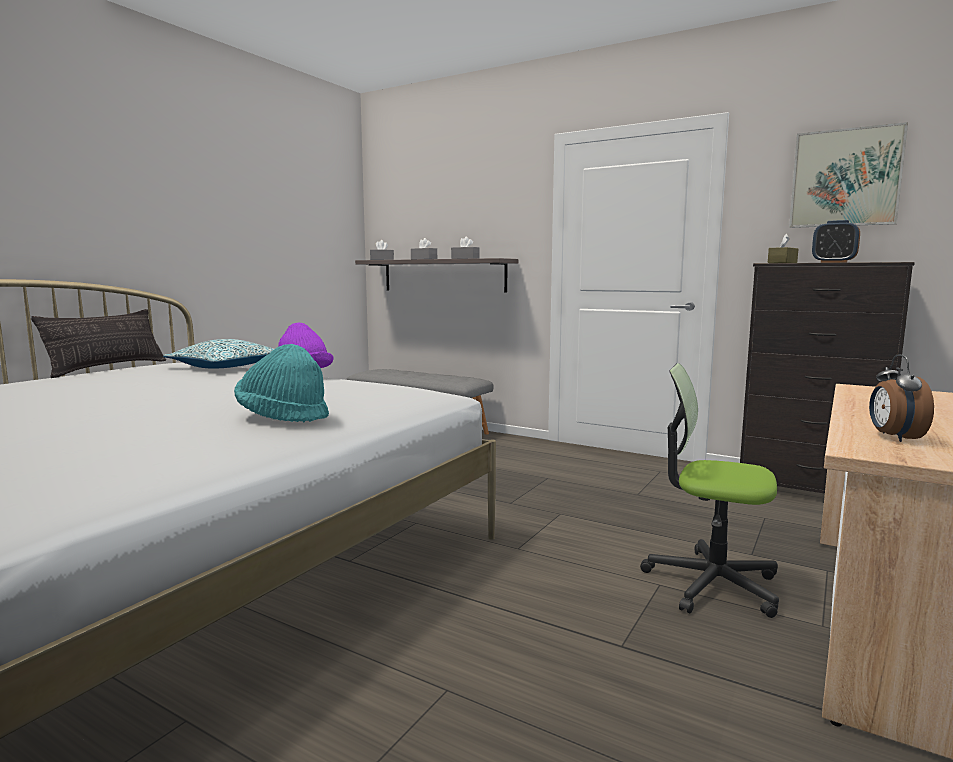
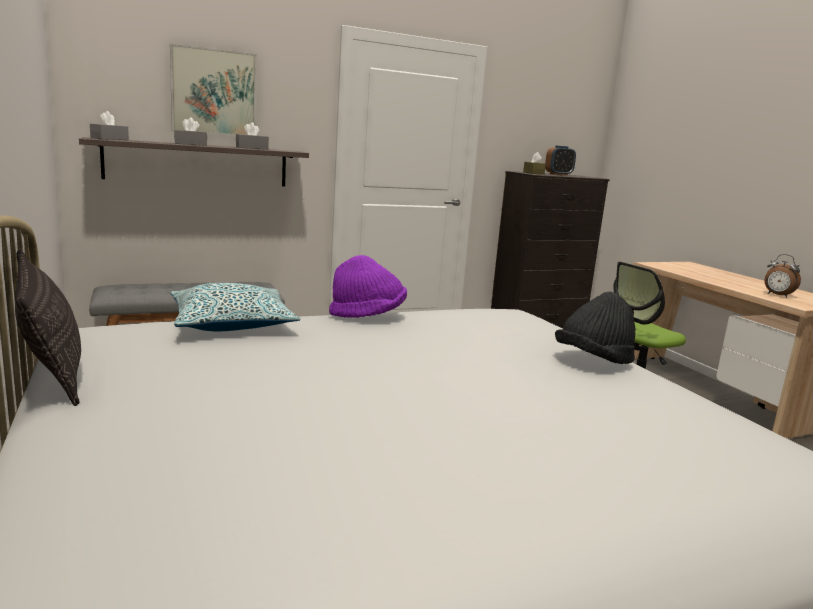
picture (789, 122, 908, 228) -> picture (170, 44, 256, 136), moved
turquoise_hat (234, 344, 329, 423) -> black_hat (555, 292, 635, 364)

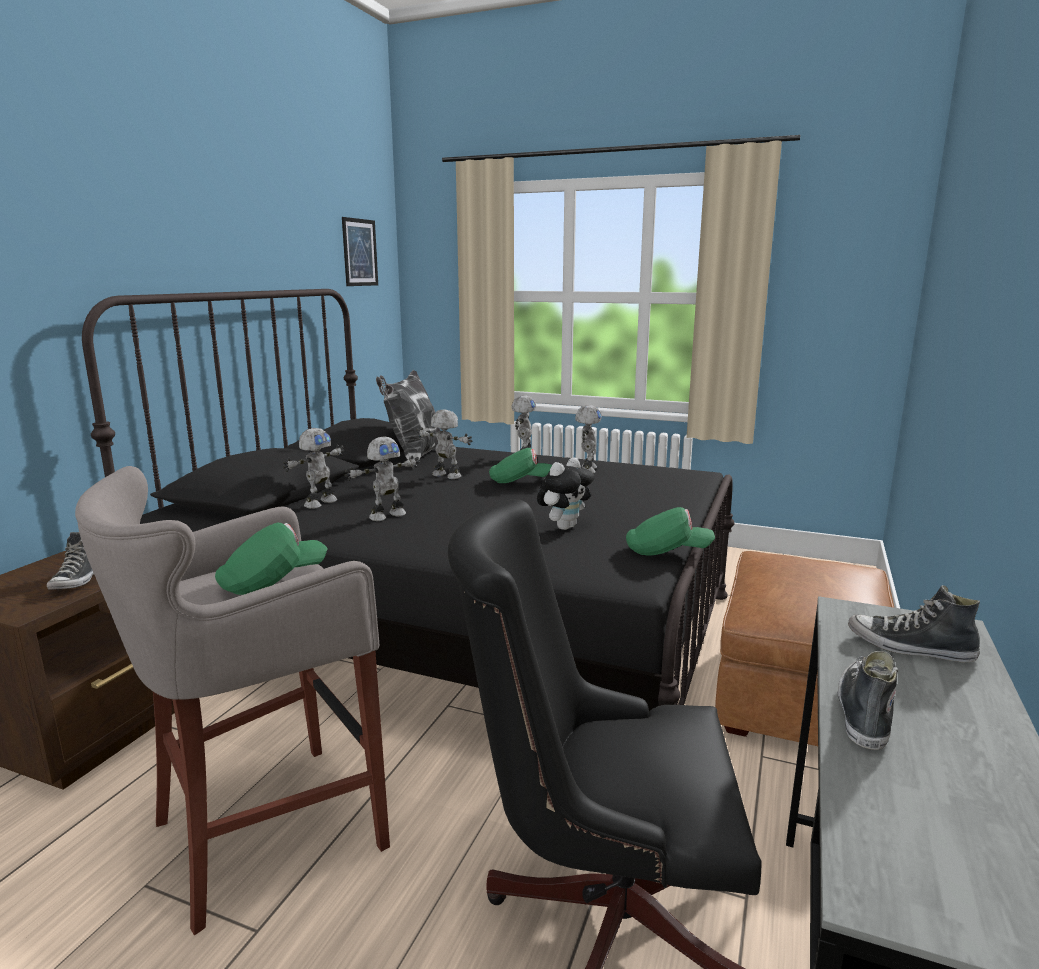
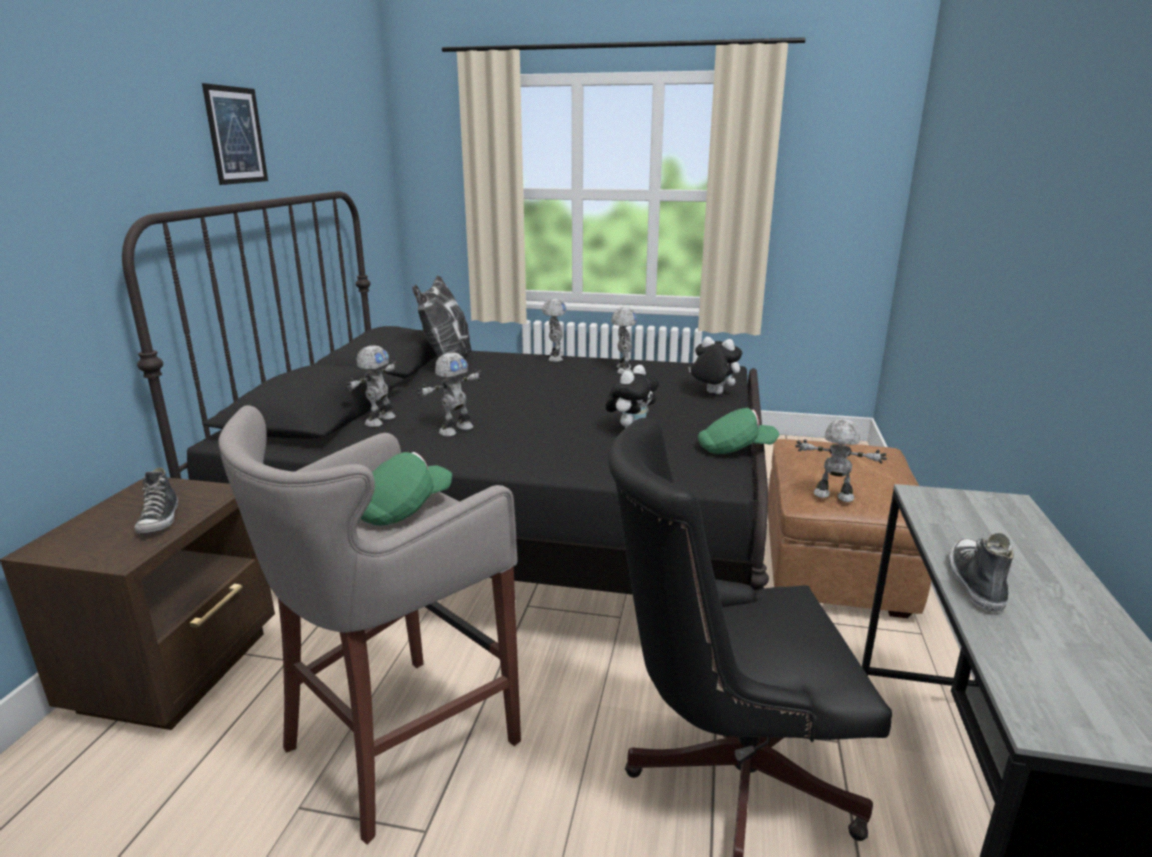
picture (342, 217, 378, 286) -> picture (202, 83, 268, 185), moved
none -> plush_toy (688, 337, 742, 394)
toy_robot (416, 409, 472, 479) -> toy_robot (795, 419, 887, 502), moved
green_cap (489, 448, 552, 483) -> none
shoe (848, 585, 980, 663) -> none

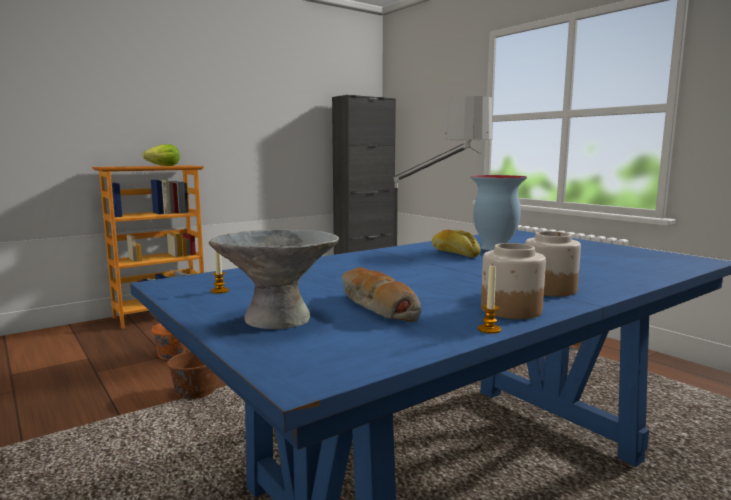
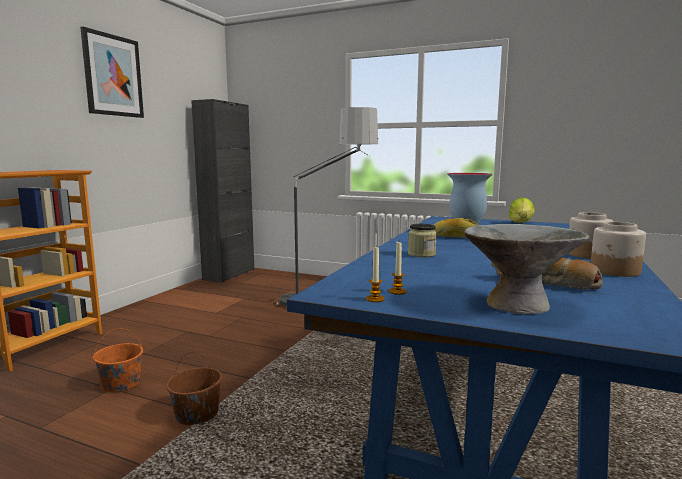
none -> picture (80, 26, 144, 118)
candle (478, 263, 501, 334) -> candle (366, 247, 385, 302), moved
none -> jar (408, 224, 437, 257)
lettuce (143, 144, 180, 166) -> lettuce (509, 197, 535, 223), moved

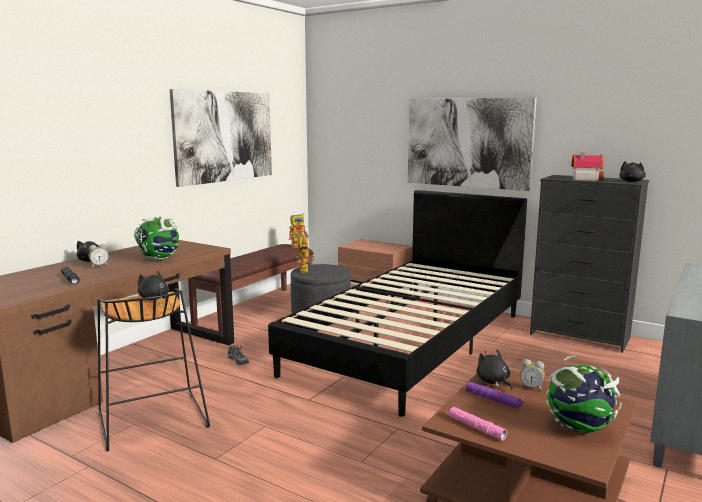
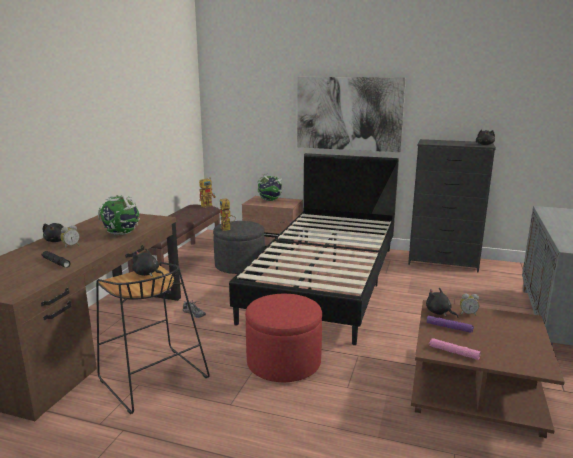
none -> red_ottoman (245, 294, 322, 382)
globe (546, 355, 622, 433) -> globe (257, 173, 284, 201), moved
picture (170, 89, 272, 187) -> none
toy_house (571, 153, 604, 181) -> none

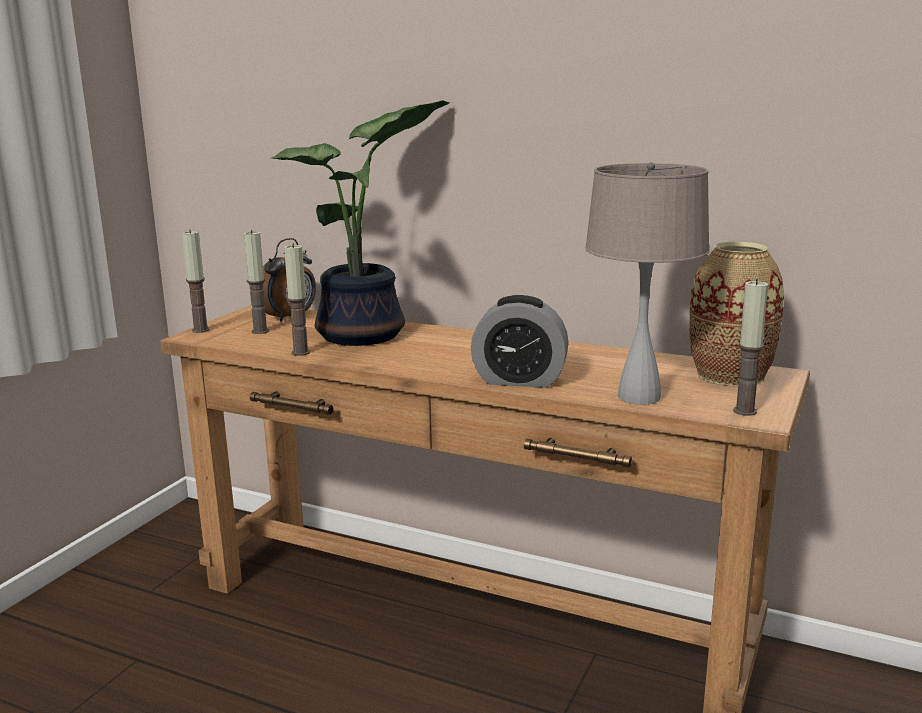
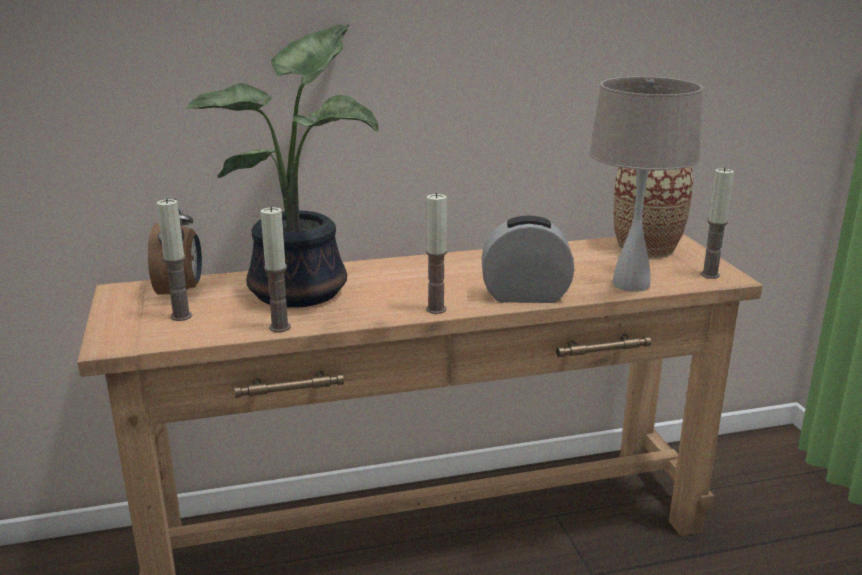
candle (182, 229, 210, 333) -> candle (426, 193, 447, 314), moved
alarm_clock (471, 295, 569, 388) -> alarm_clock (481, 216, 574, 303), 150 degrees counterclockwise

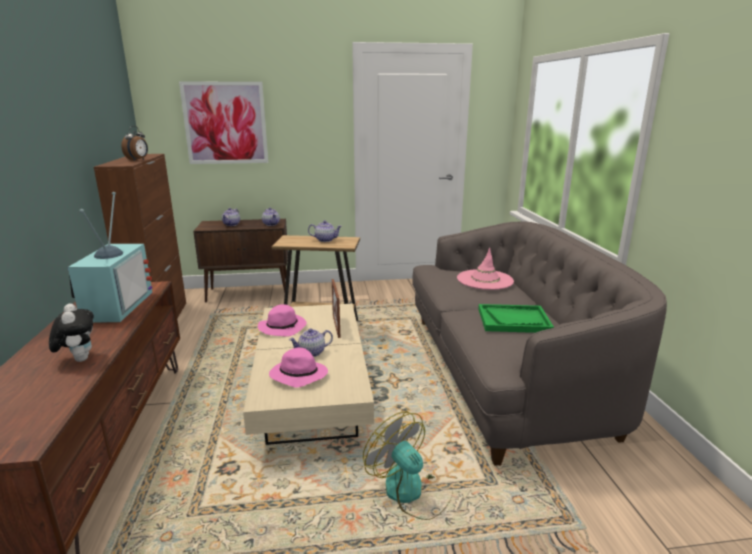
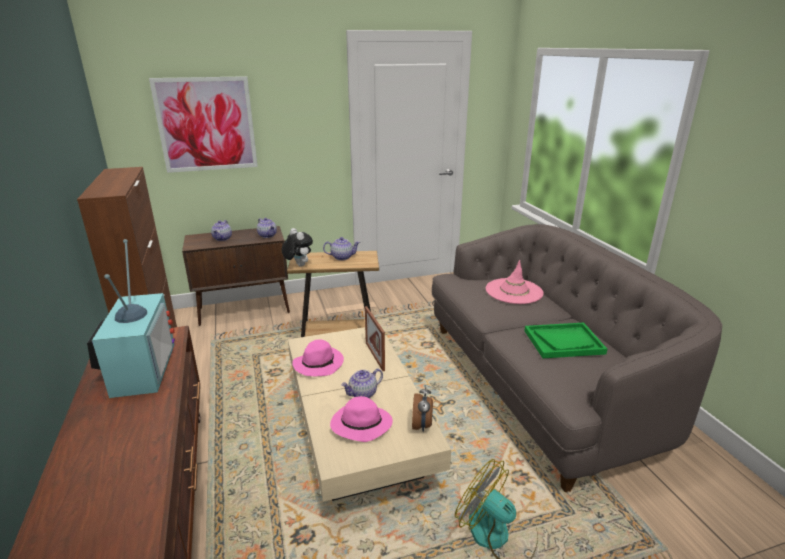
plush_toy (49, 304, 94, 362) -> plush_toy (282, 228, 313, 267), moved
alarm_clock (121, 126, 148, 161) -> alarm_clock (412, 385, 433, 432), moved

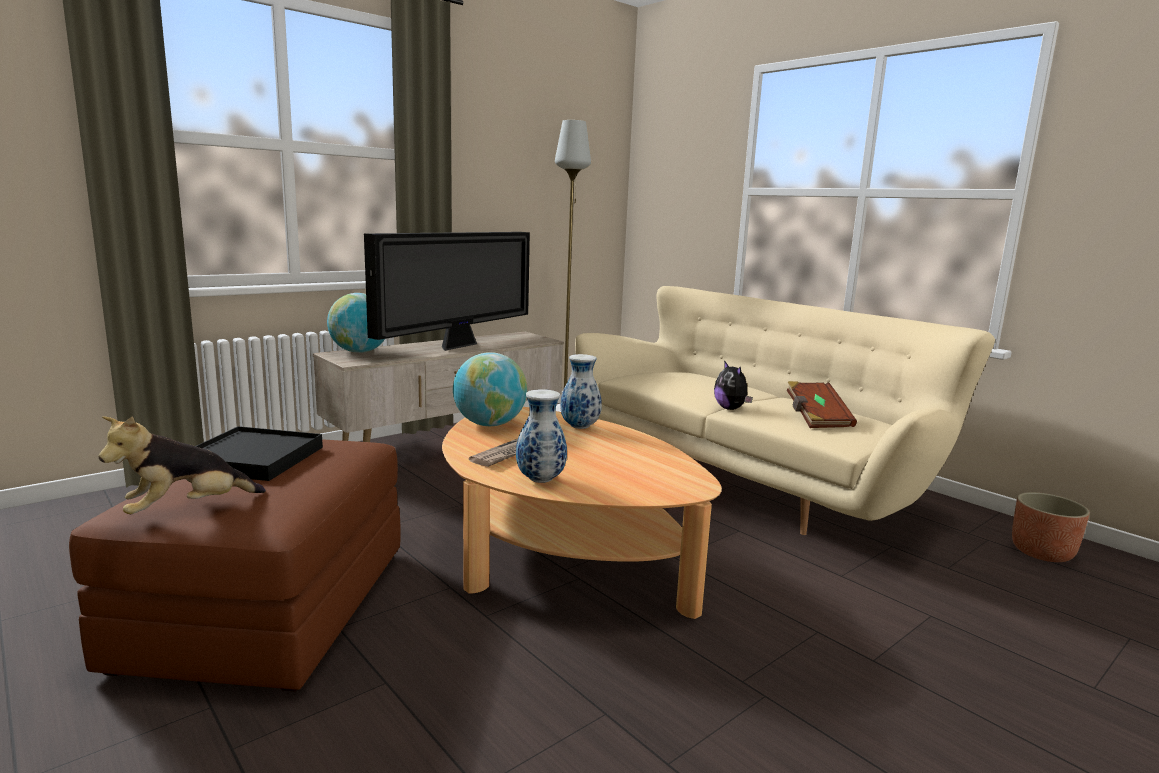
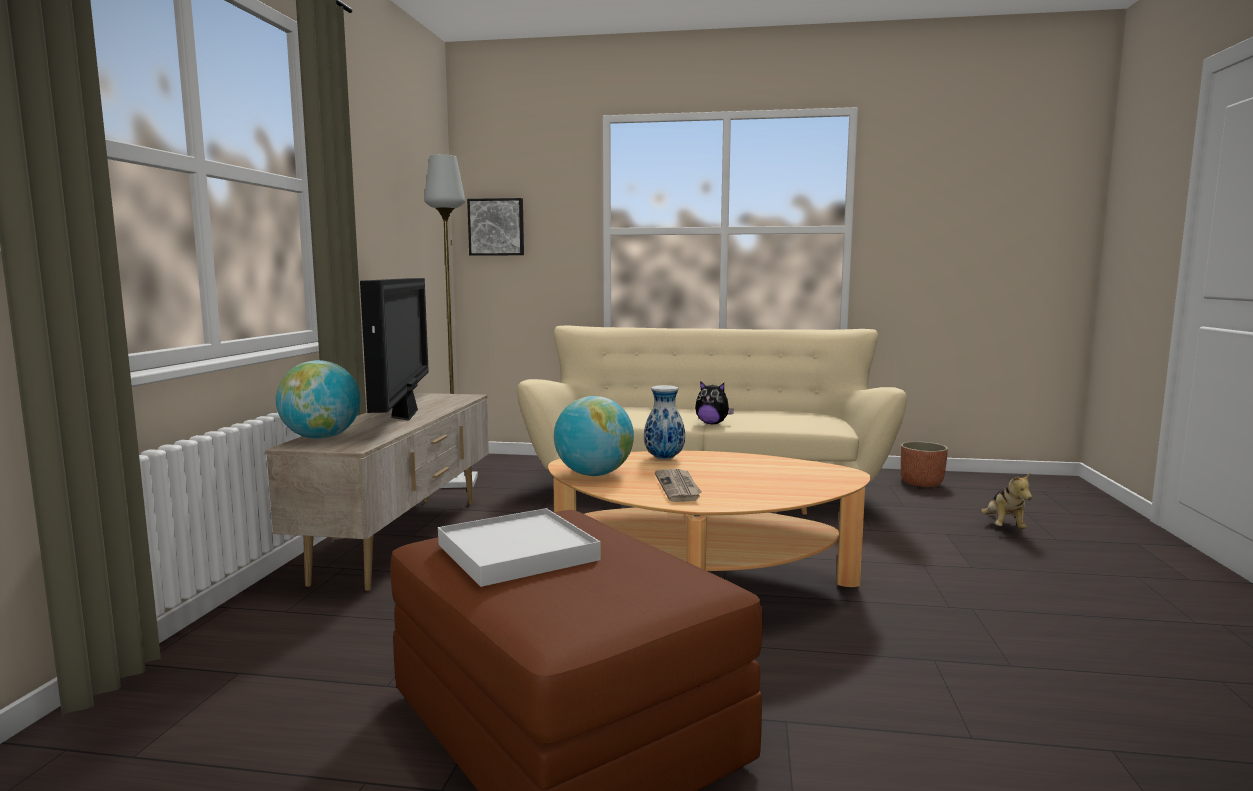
black_tray (196, 426, 323, 481) -> white_tray (438, 508, 601, 587)
none -> picture (467, 198, 524, 256)
plush_toy (99, 416, 266, 514) -> plush_toy (981, 473, 1032, 529), moved
vase (516, 389, 567, 483) -> none
brown_book (787, 381, 857, 428) -> none

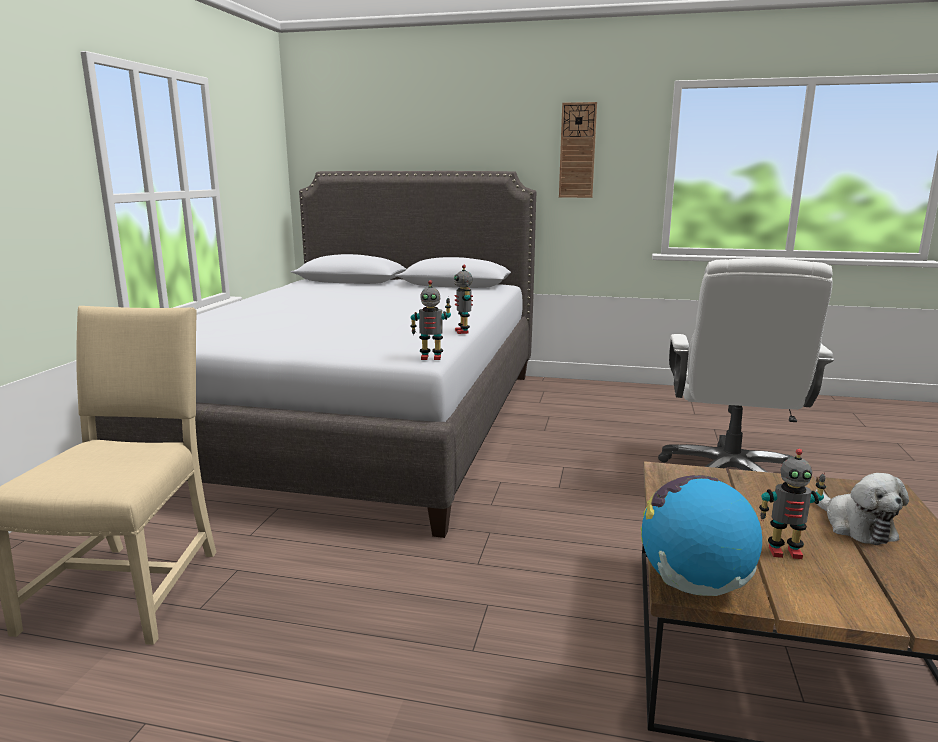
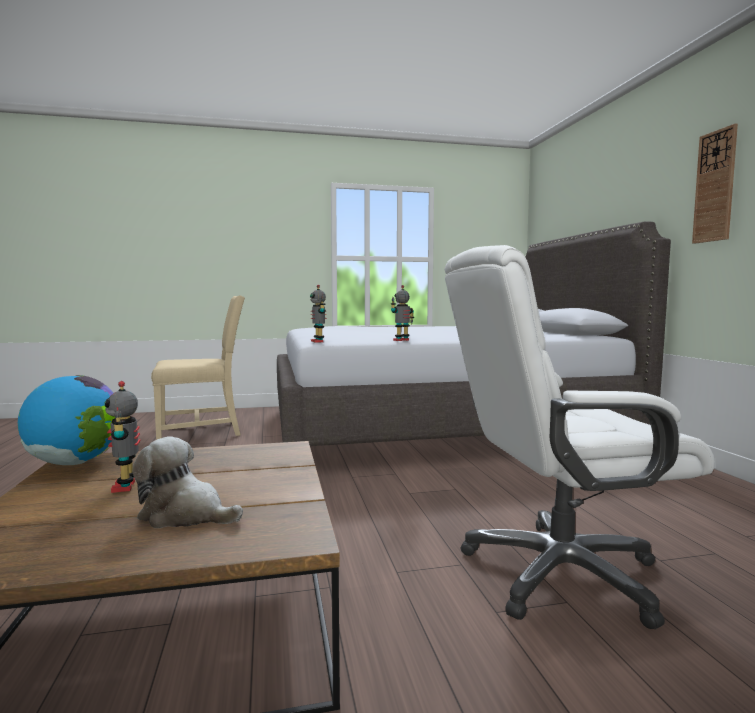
plush_toy (815, 473, 909, 545) -> plush_toy (132, 436, 243, 528), 60 degrees clockwise

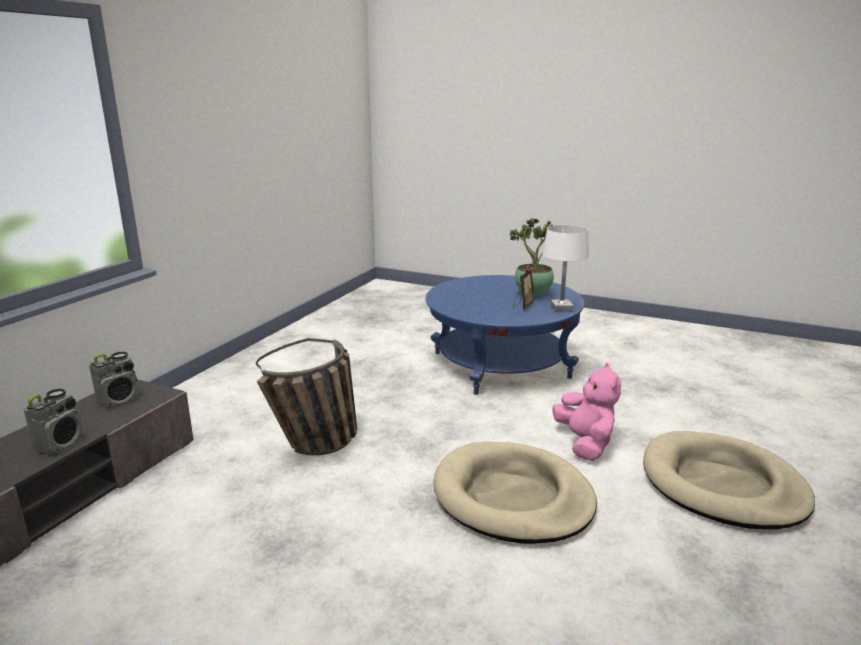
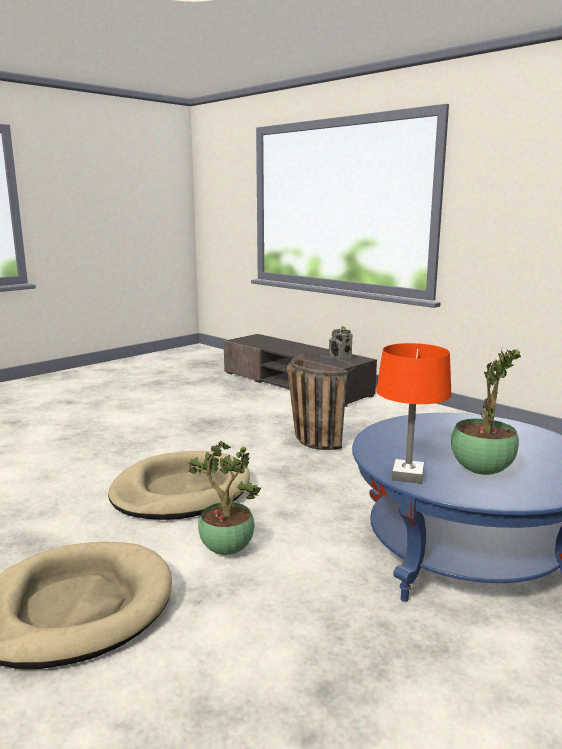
pink_plush_toy (553, 363, 621, 461) -> potted_plant (189, 441, 261, 555)
white_table_lamp (543, 225, 589, 312) -> orange_table_lamp (376, 343, 451, 484)
radio (24, 389, 84, 455) -> none
picture_frame (513, 268, 534, 310) -> none

